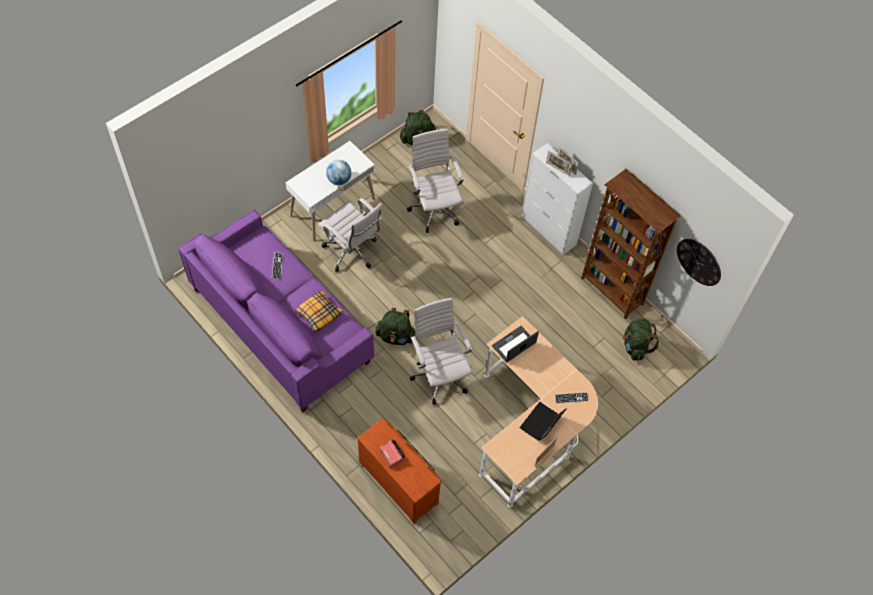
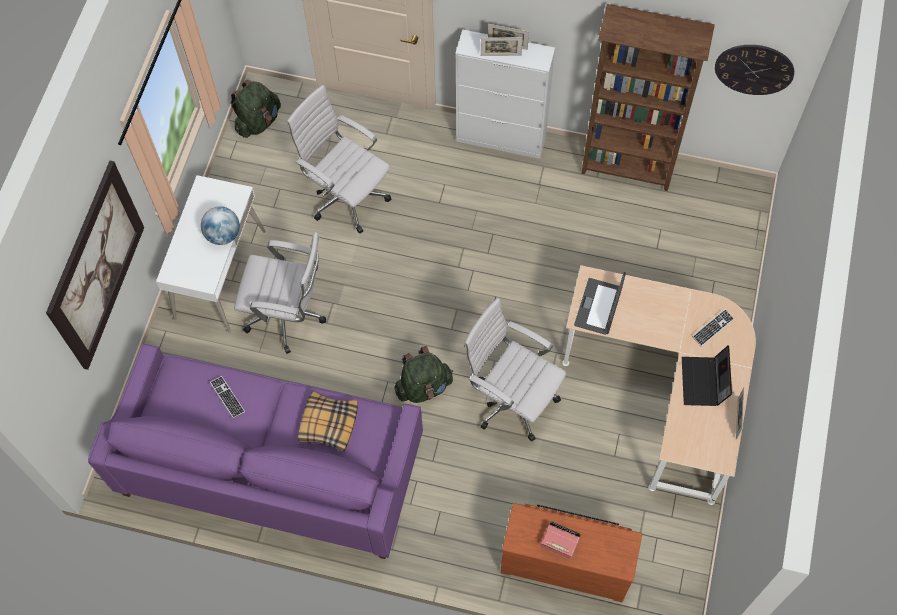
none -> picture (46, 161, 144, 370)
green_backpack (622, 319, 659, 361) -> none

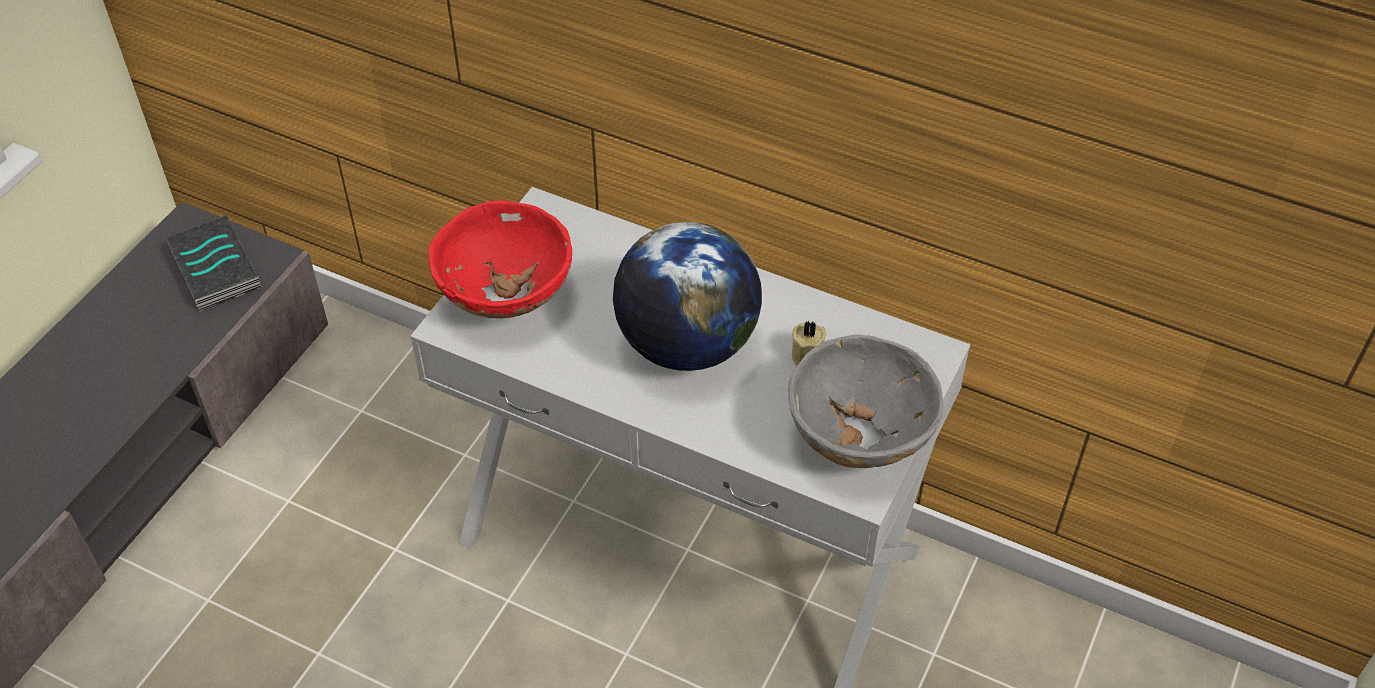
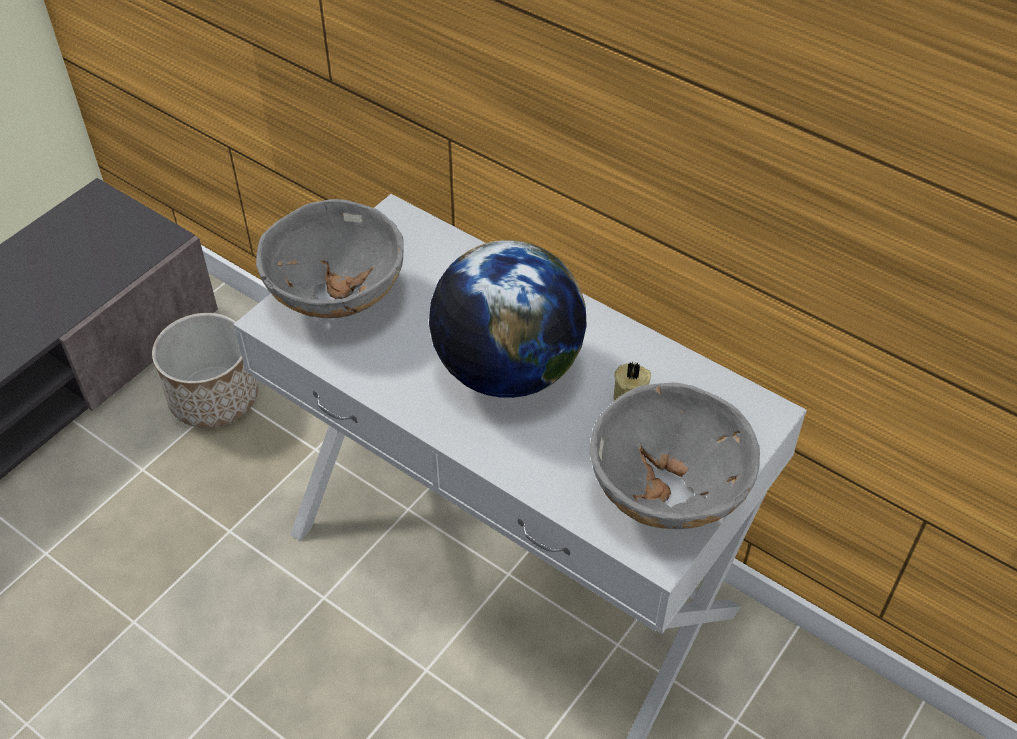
none -> planter (152, 313, 258, 428)
red_bowl (428, 200, 572, 318) -> grey_bowl (256, 199, 404, 318)
book (165, 215, 262, 312) -> none

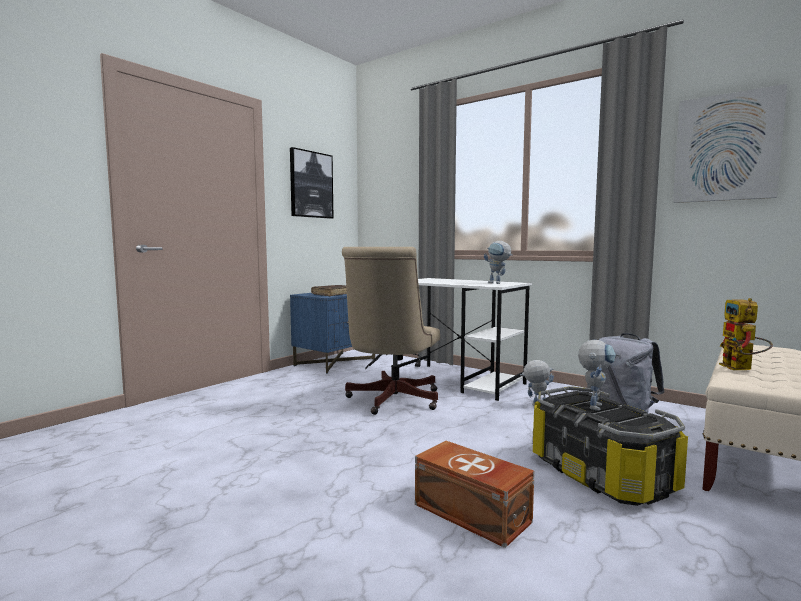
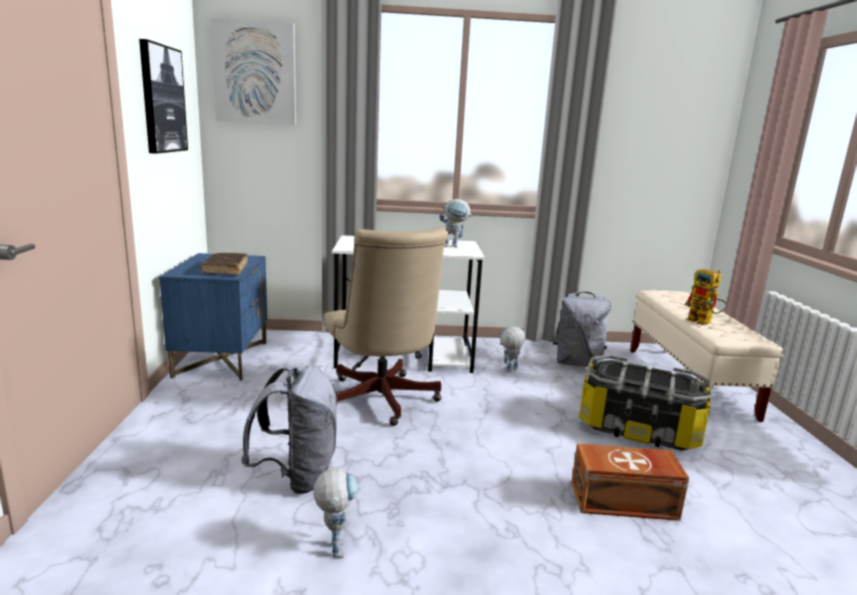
picture (673, 84, 787, 203) -> picture (211, 18, 296, 125), moved
none -> grey_backpack (241, 365, 338, 494)
toy_robot (578, 340, 616, 411) -> toy_robot (313, 469, 358, 558), moved

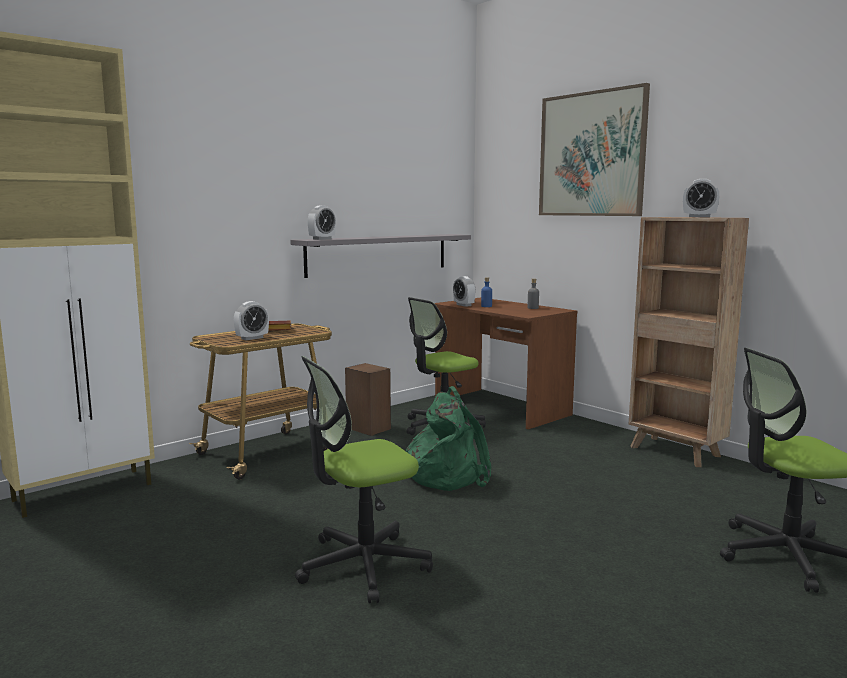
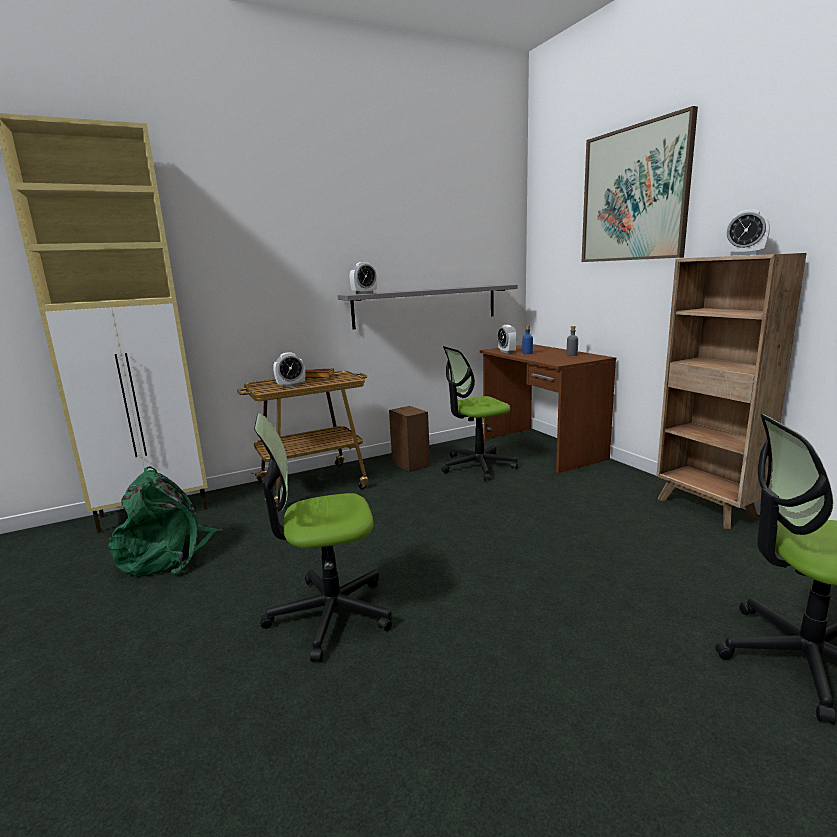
green_backpack (406, 386, 491, 491) -> green_backpack (108, 466, 222, 577), moved

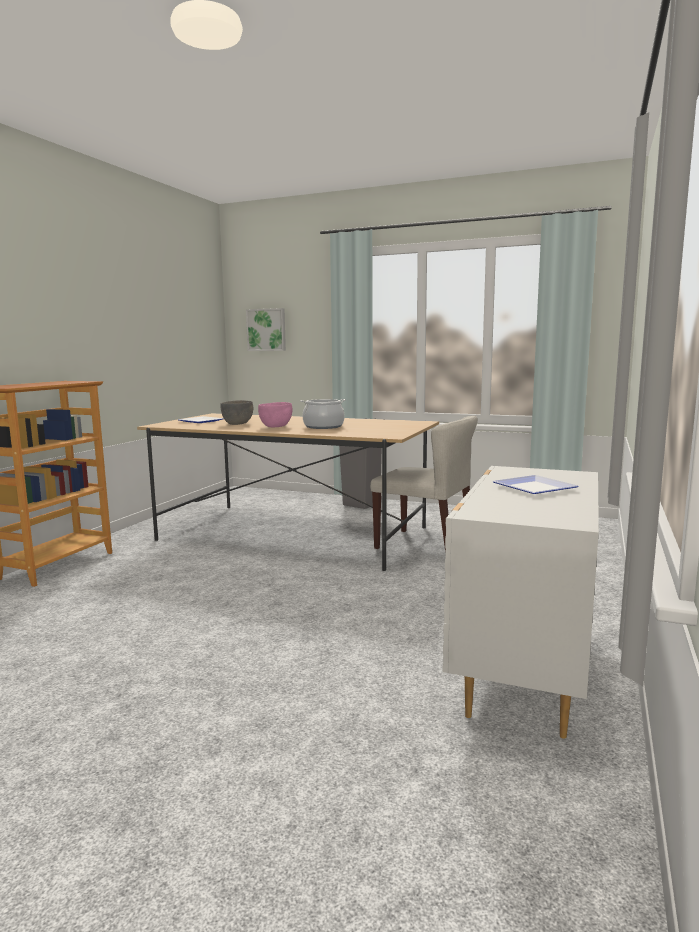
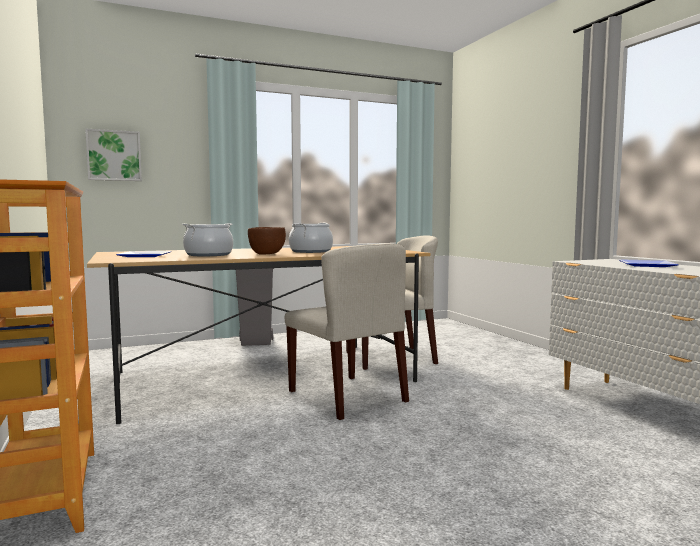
grey_bowl (220, 400, 253, 425) -> cooking_pot (182, 223, 233, 256)
pink_bowl (258, 402, 293, 427) -> brown_bowl (248, 227, 286, 254)
none -> beige_chair (285, 243, 409, 420)

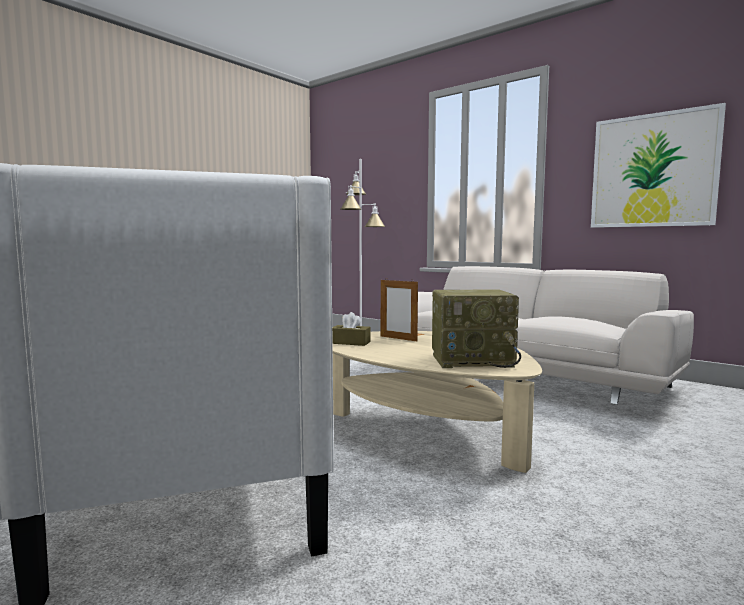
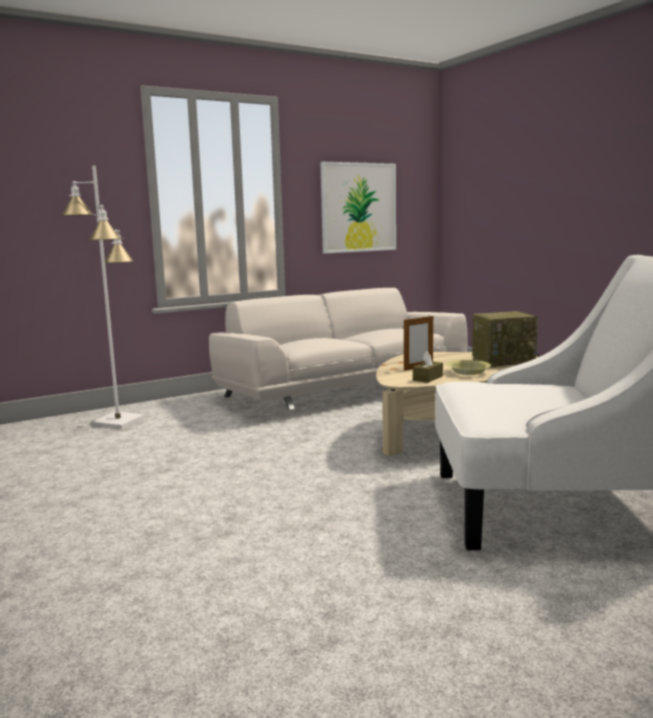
none -> yellow_bowl (446, 360, 491, 375)
radio (432, 289, 521, 368) -> radio (472, 311, 539, 368), 60 degrees clockwise

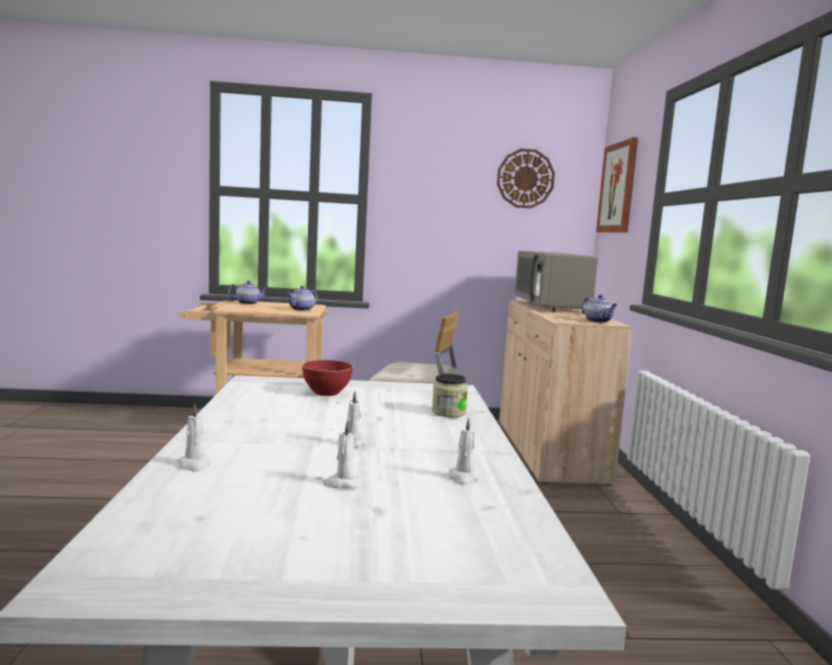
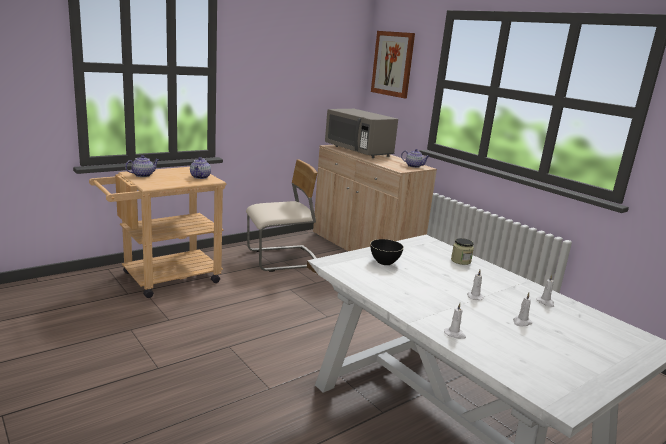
red_bowl (302, 360, 353, 396) -> black_bowl (370, 239, 404, 265)
wall_clock (497, 149, 555, 208) -> none

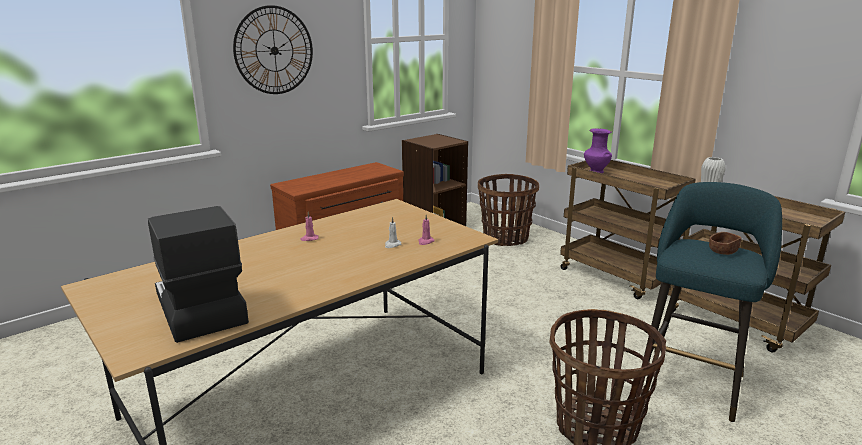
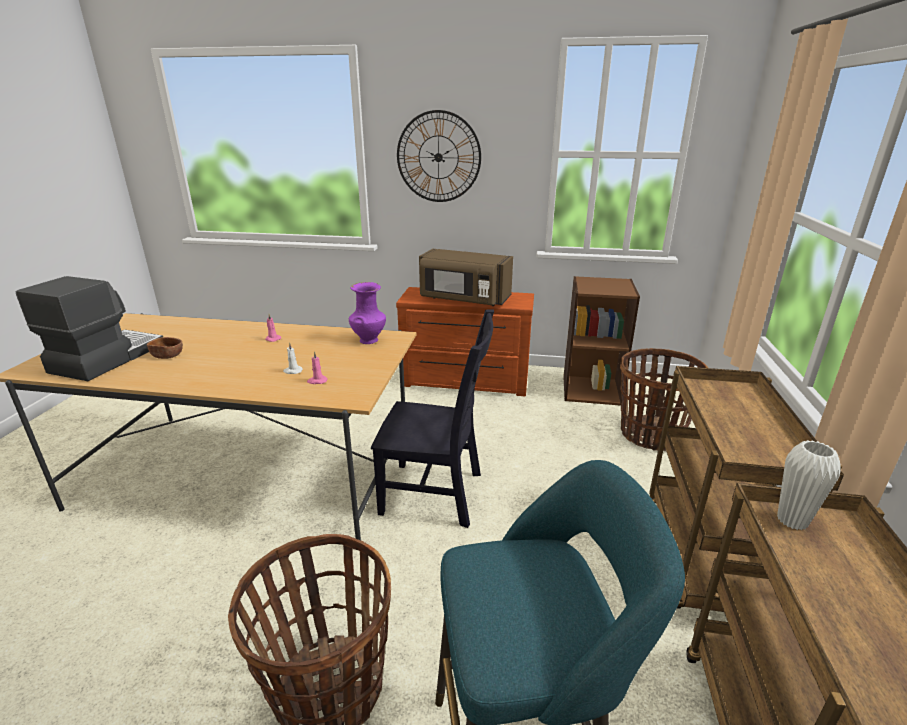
brown_bowl (709, 232, 742, 255) -> brown_bowl (147, 337, 183, 359), moved
purple_vase (584, 128, 612, 173) -> purple_vase (349, 282, 386, 344), moved
none -> black_chair (371, 309, 494, 528)
none -> brown_microwave (419, 249, 513, 306)

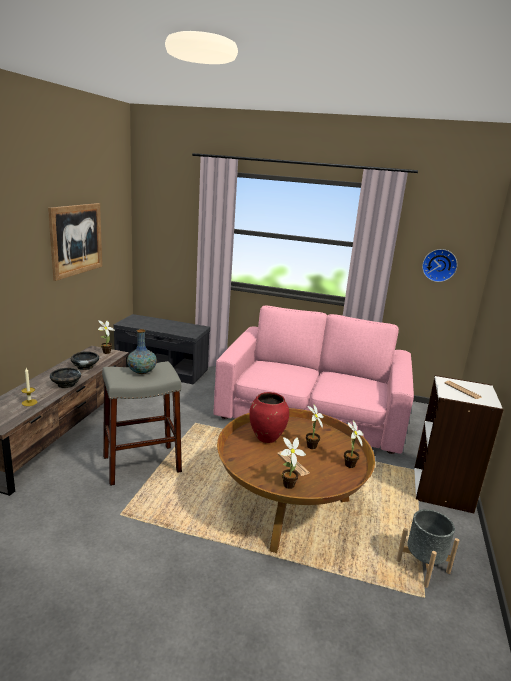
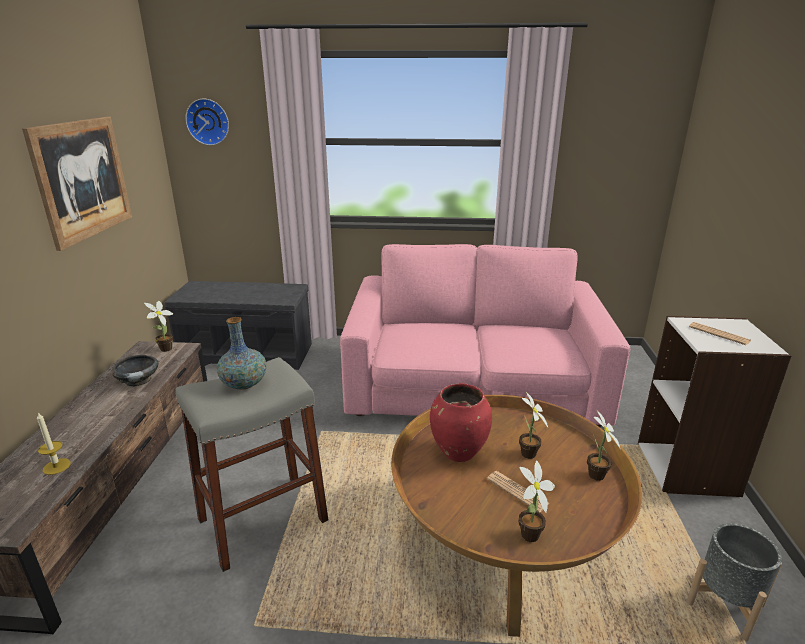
wall_clock (422, 249, 457, 282) -> wall_clock (185, 99, 229, 145), moved
black_bowl (50, 368, 81, 388) -> none

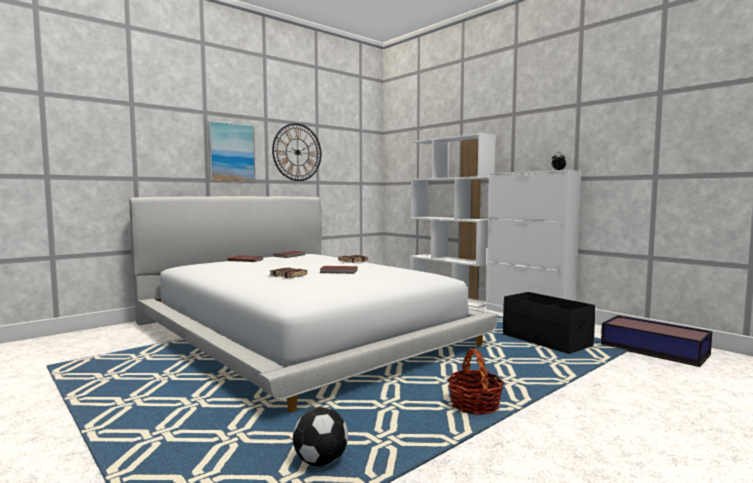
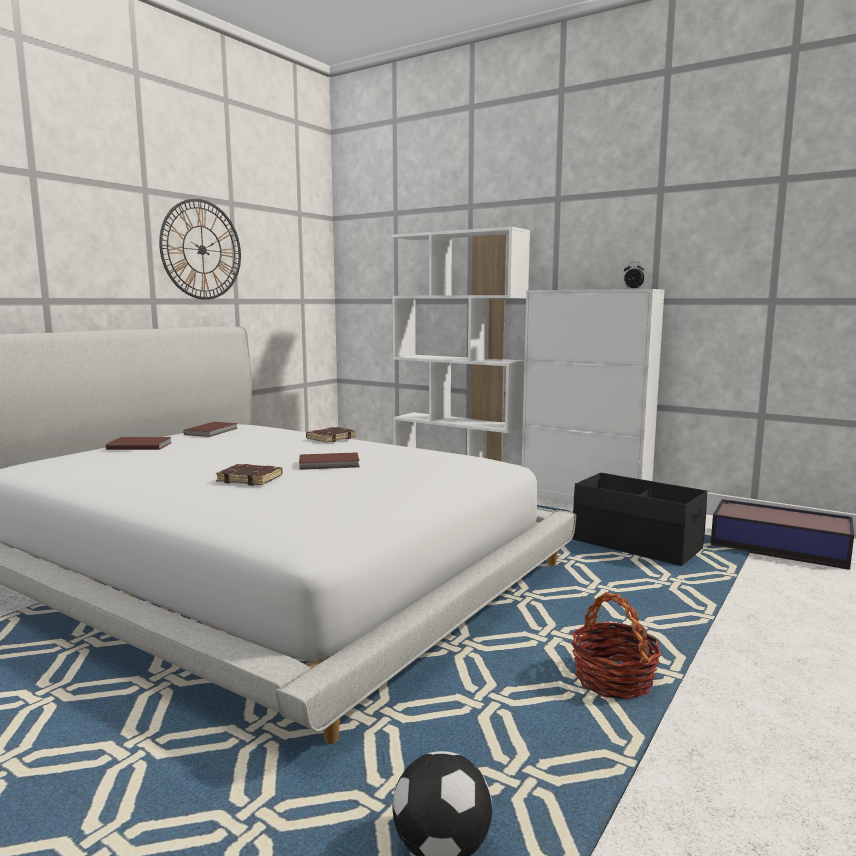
picture (208, 120, 255, 182) -> none

